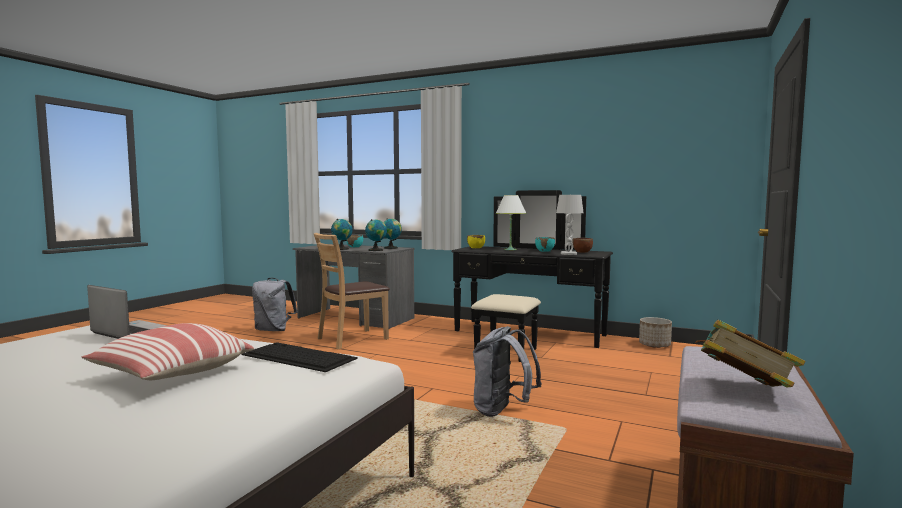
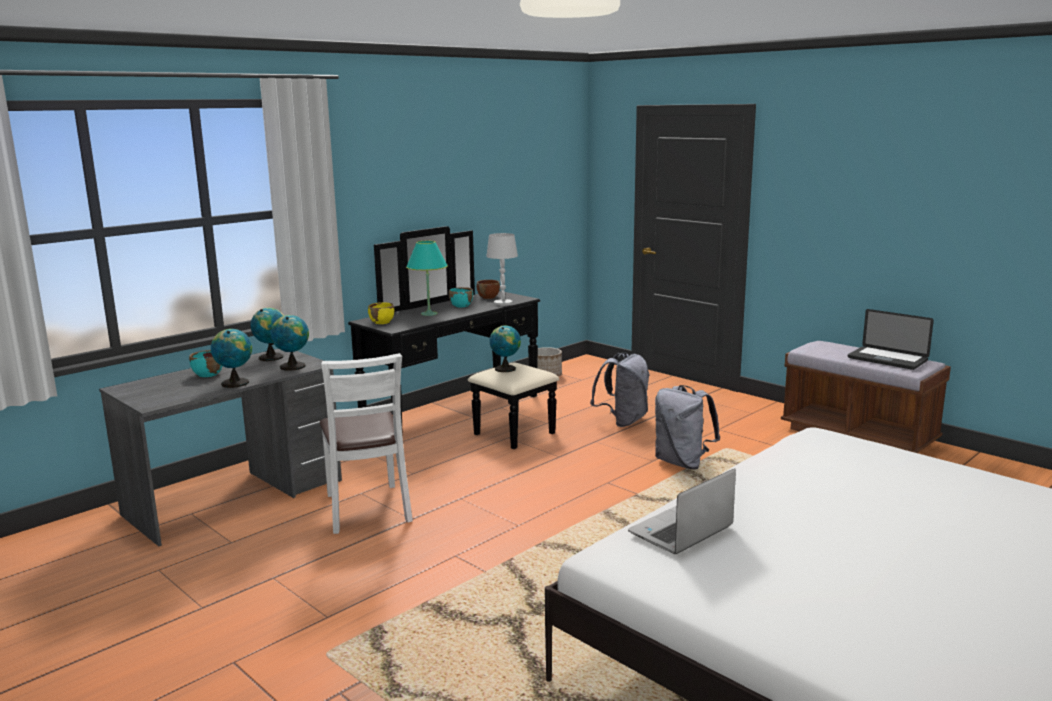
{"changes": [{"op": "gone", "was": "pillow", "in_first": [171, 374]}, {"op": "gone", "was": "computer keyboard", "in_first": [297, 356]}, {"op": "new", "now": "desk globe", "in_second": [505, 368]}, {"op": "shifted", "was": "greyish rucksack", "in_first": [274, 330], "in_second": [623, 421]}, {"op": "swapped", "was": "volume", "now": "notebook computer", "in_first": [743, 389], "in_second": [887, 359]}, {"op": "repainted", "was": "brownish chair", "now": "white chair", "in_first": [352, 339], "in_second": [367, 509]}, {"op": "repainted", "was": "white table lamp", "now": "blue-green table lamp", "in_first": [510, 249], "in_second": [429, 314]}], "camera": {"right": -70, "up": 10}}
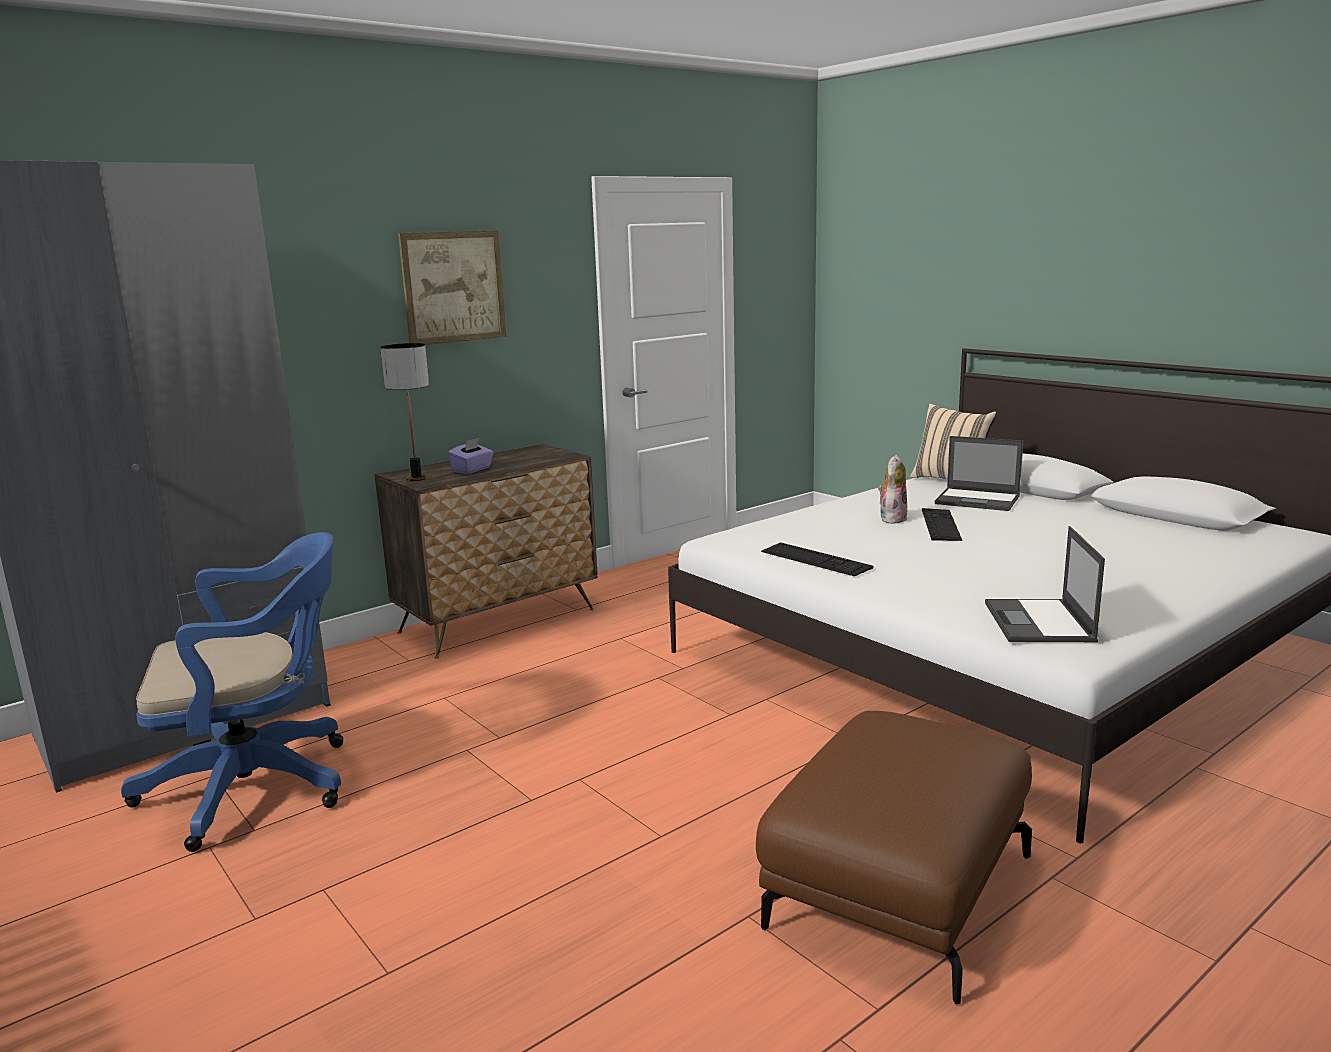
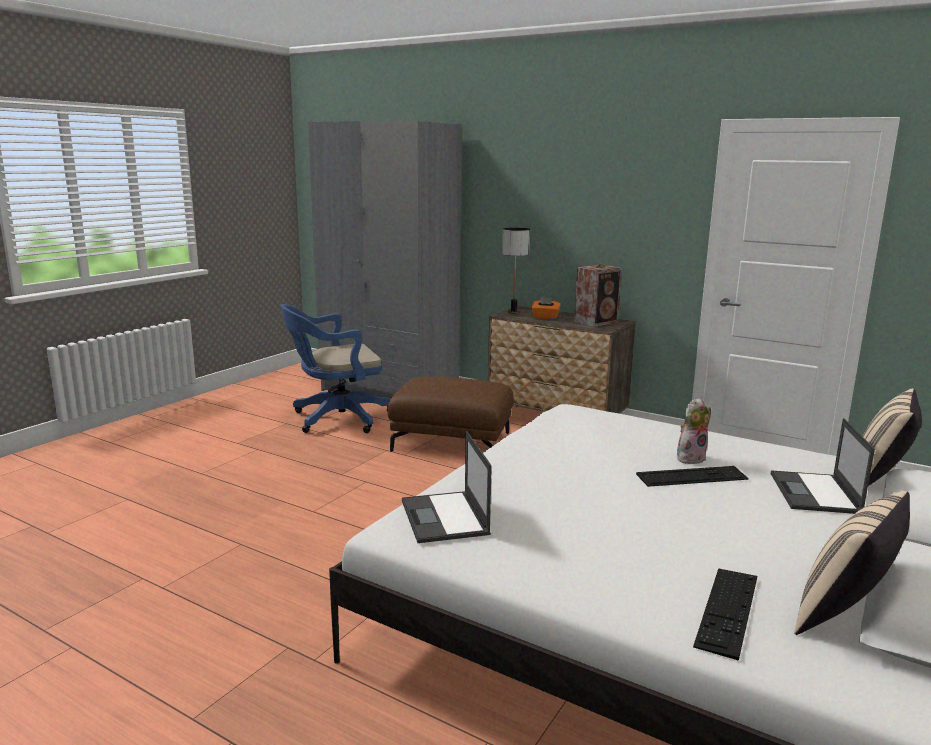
{"changes": [{"op": "gone", "was": "wall picture", "in_first": [453, 287]}, {"op": "new", "now": "audio speaker", "in_second": [597, 322]}, {"op": "new", "now": "beige-coloured pillow", "in_second": [845, 617]}, {"op": "shifted", "was": "brownish pouffe", "in_first": [897, 889], "in_second": [452, 441]}, {"op": "shifted", "was": "computer keyboard", "in_first": [815, 559], "in_second": [727, 610]}, {"op": "repainted", "was": "purplish tissue box", "now": "orange-coloured tissue box", "in_first": [472, 470], "in_second": [545, 317]}, {"op": "rotated", "was": "blue-coloured office chair", "in_first": [260, 786], "in_second": [336, 419], "clockwise": 105}, {"op": "rotated", "was": "plush toy", "in_first": [892, 518], "in_second": [690, 458], "clockwise": -45}, {"op": "rotated", "was": "notebook computer", "in_first": [1039, 622], "in_second": [445, 518], "clockwise": -90}], "camera": {"right": 70, "up": 0}}
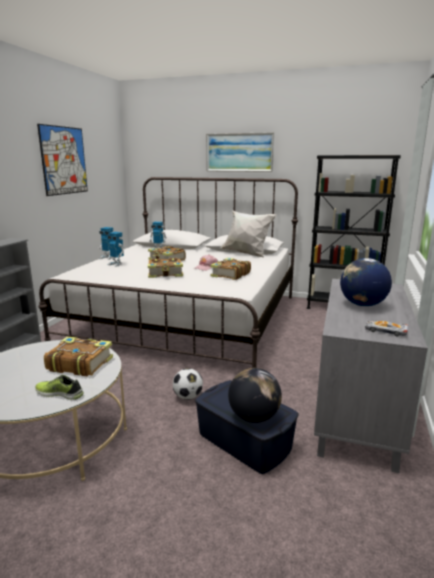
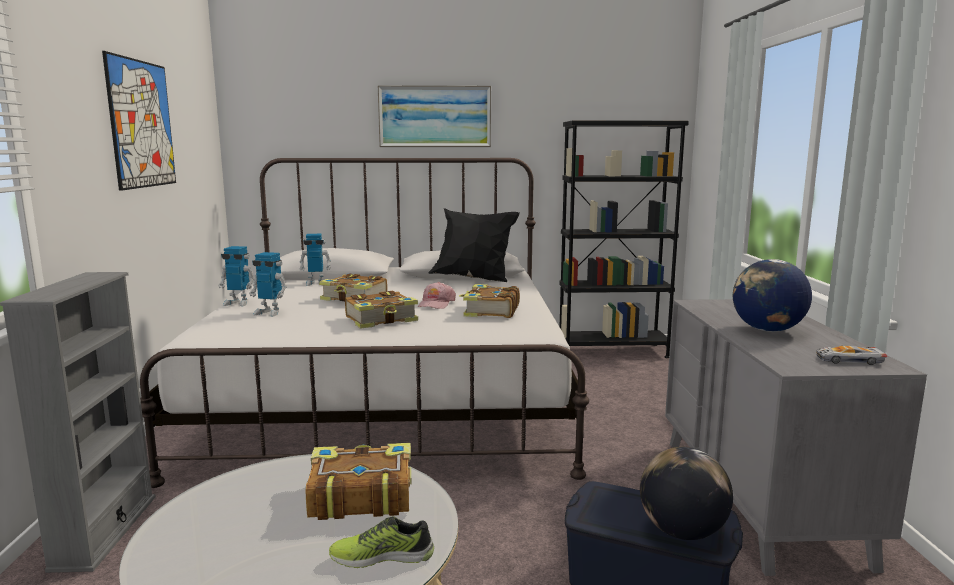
{"changes": [{"op": "gone", "was": "football ball", "in_first": [188, 397]}, {"op": "repainted", "was": "white pillow", "now": "blackish pillow", "in_first": [246, 254], "in_second": [474, 279]}], "camera": {"right": -20, "up": -5}}
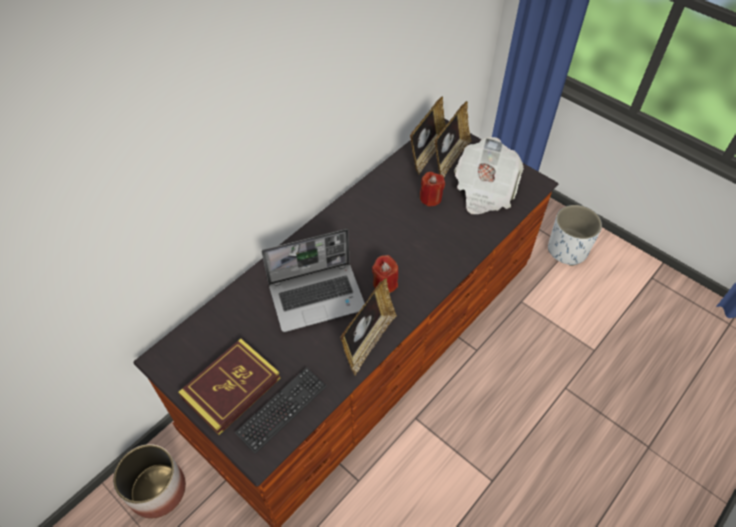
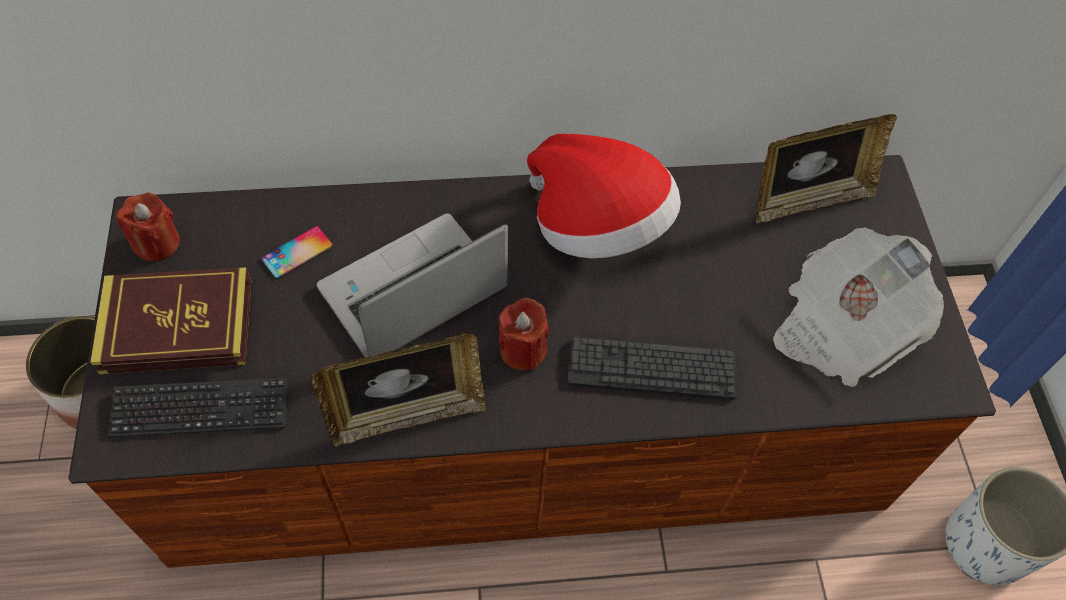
{"changes": [{"op": "gone", "was": "standing frame", "in_first": [450, 158]}, {"op": "new", "now": "handset", "in_second": [297, 252]}, {"op": "new", "now": "hat", "in_second": [598, 226]}, {"op": "new", "now": "computer keyboard", "in_second": [651, 369]}, {"op": "shifted", "was": "red-coloured wax candle", "in_first": [430, 198], "in_second": [157, 243]}, {"op": "rotated", "was": "notebook computer", "in_first": [318, 297], "in_second": [412, 293], "clockwise": 120}], "camera": {"right": 40, "up": 5}}
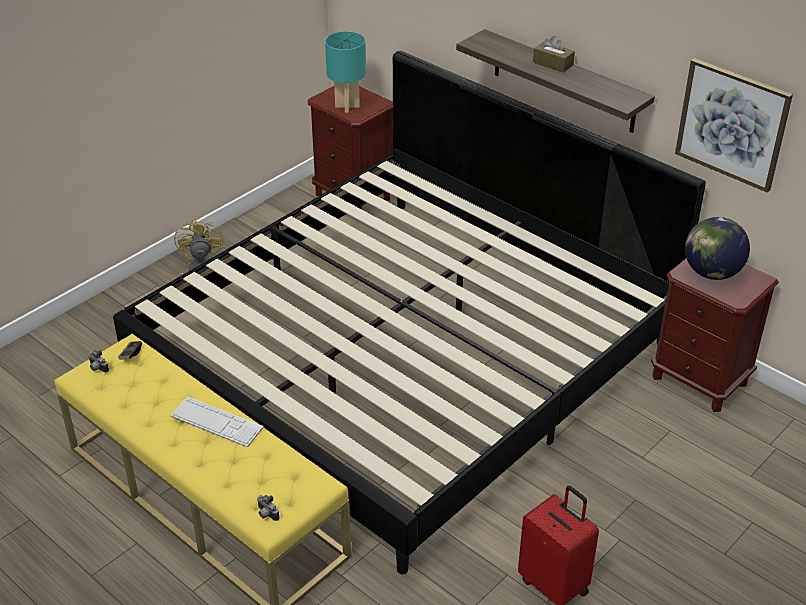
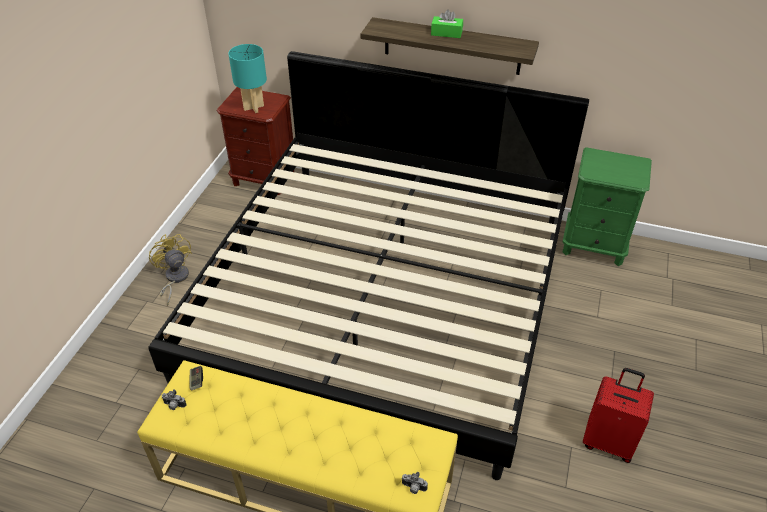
{"changes": [{"op": "gone", "was": "computer keyboard", "in_first": [216, 422]}, {"op": "gone", "was": "wall picture", "in_first": [732, 124]}, {"op": "gone", "was": "desk globe", "in_first": [712, 273]}, {"op": "repainted", "was": "brownish tissue box", "now": "greenish tissue box", "in_first": [553, 64], "in_second": [446, 33]}, {"op": "repainted", "was": "brownish night table", "now": "greenish night table", "in_first": [699, 380], "in_second": [594, 246]}], "camera": {"right": -25, "up": 5}}
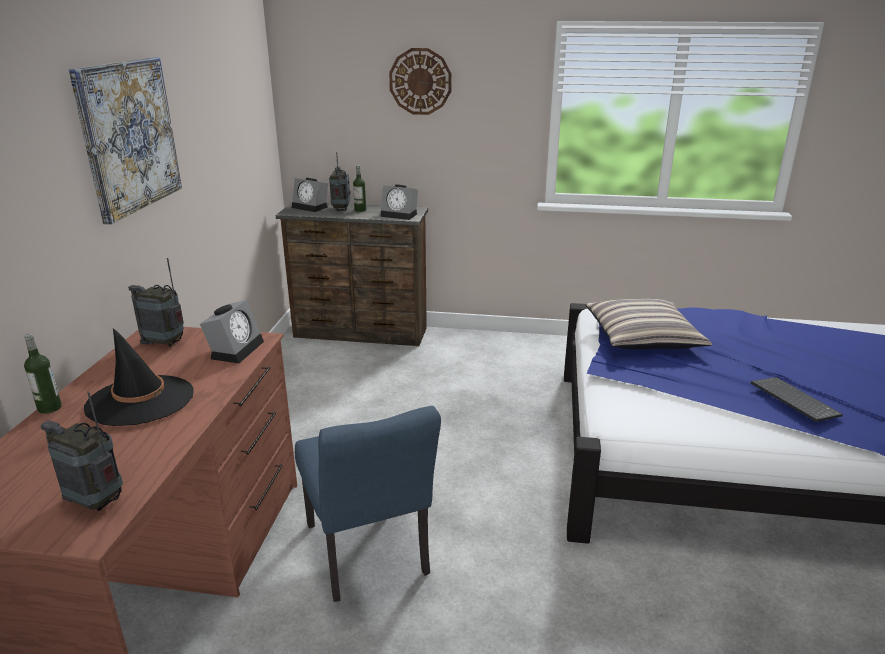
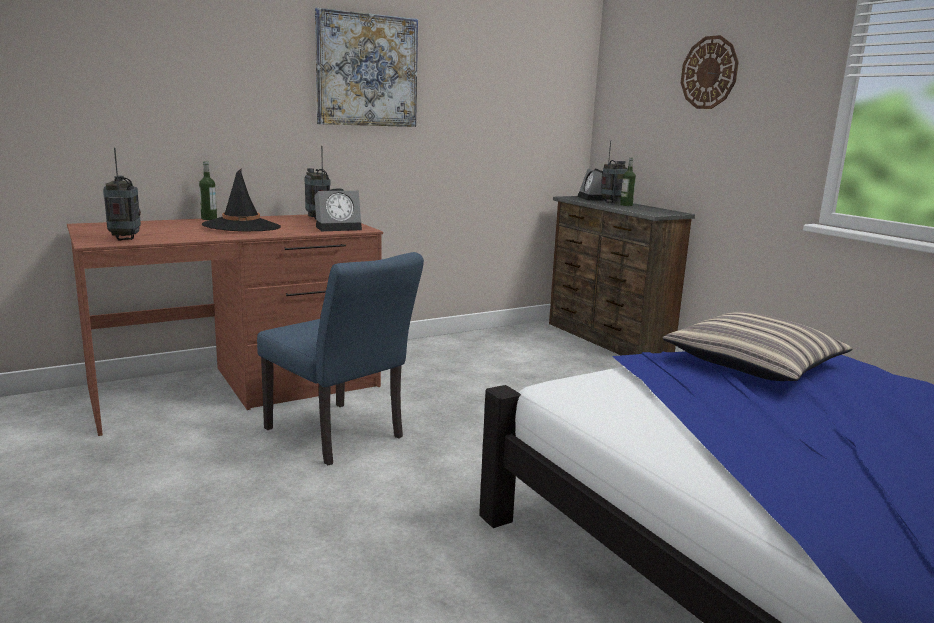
{"changes": [{"op": "gone", "was": "alarm clock", "in_first": [400, 215]}, {"op": "gone", "was": "computer keyboard", "in_first": [792, 400]}, {"op": "rotated", "was": "blue-coloured chair", "in_first": [369, 556], "in_second": [340, 436], "clockwise": -75}], "camera": {"right": 50, "up": -10}}
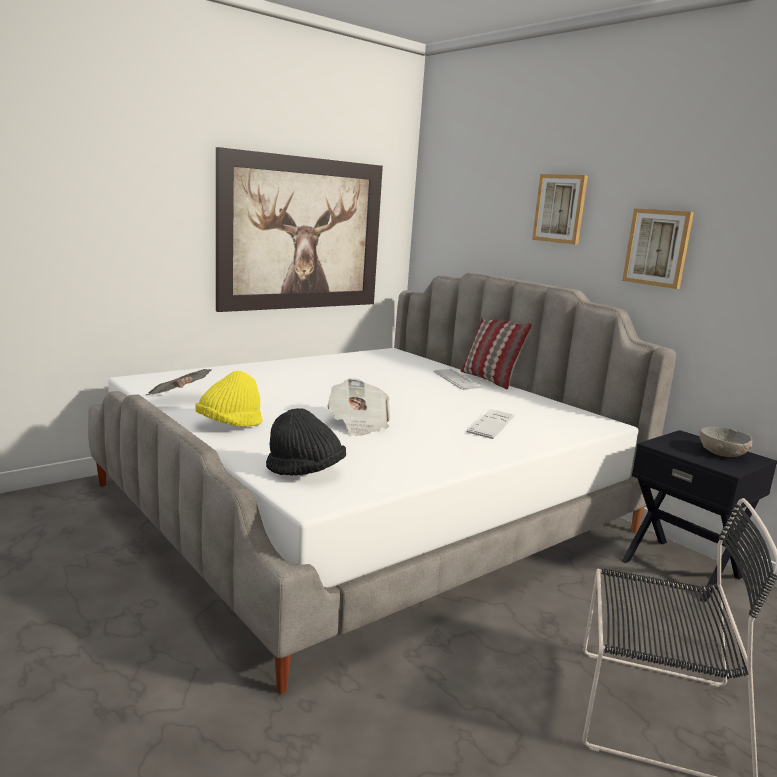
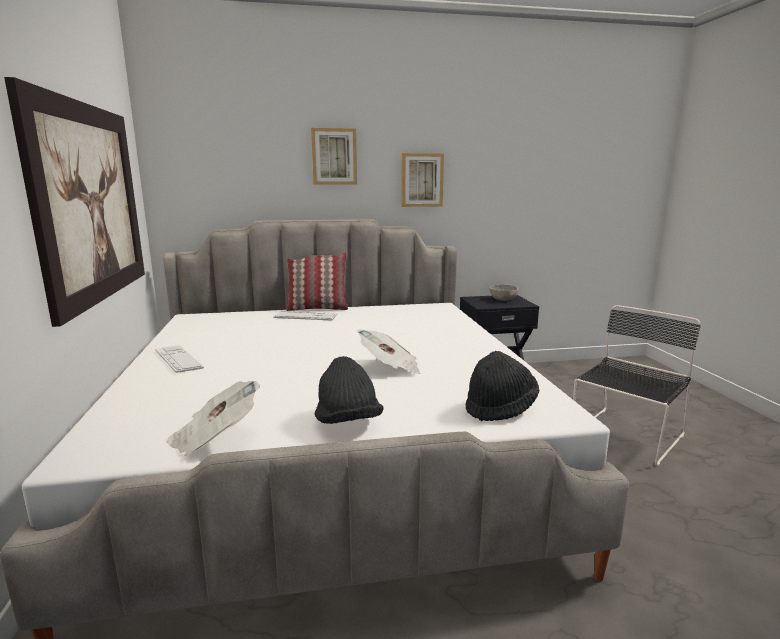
{"changes": [{"op": "shifted", "was": "computer keyboard", "in_first": [491, 424], "in_second": [178, 359]}, {"op": "repainted", "was": "yellowish hat", "now": "blackish hat", "in_first": [229, 425], "in_second": [347, 422]}], "camera": {"right": -60, "up": 0}}
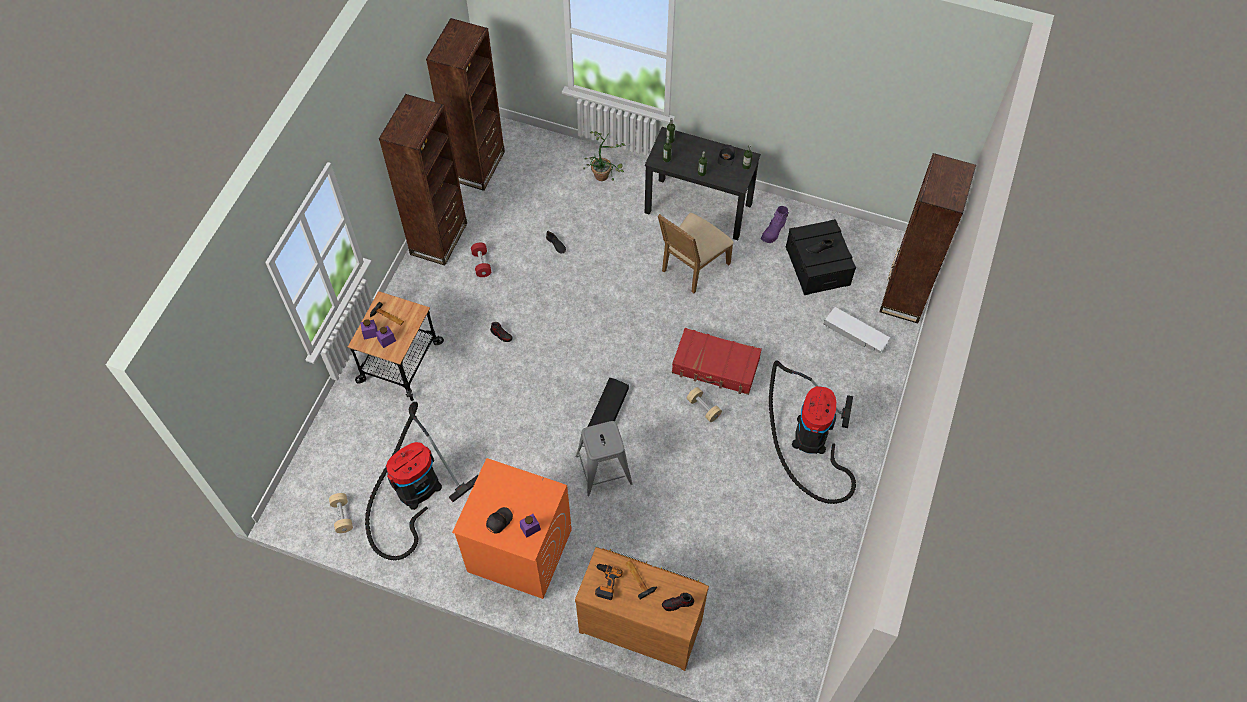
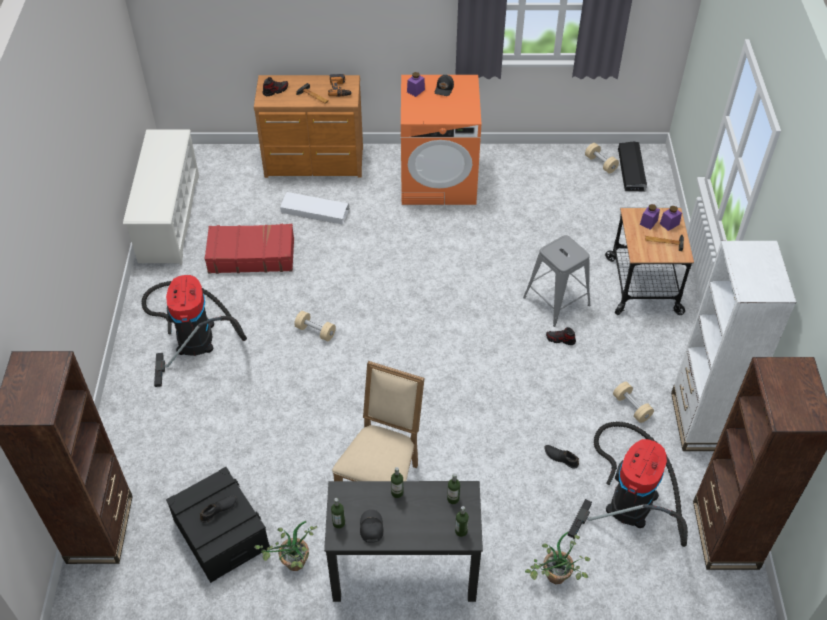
{"changes": [{"op": "new", "now": "white shoe stand", "in_second": [169, 218]}, {"op": "shifted", "was": "vacuum cleaner", "in_first": [414, 492], "in_second": [632, 497]}, {"op": "shifted", "was": "greyish stool", "in_first": [604, 470], "in_second": [556, 301]}, {"op": "shifted", "was": "blackish storage bin", "in_first": [607, 412], "in_second": [631, 169]}, {"op": "shifted", "was": "red-coloured travel case", "in_first": [715, 367], "in_second": [251, 255]}, {"op": "shifted", "was": "white storage bin", "in_first": [856, 333], "in_second": [314, 211]}, {"op": "swapped", "was": "purplish boot", "now": "potted plant", "in_first": [774, 231], "in_second": [291, 566]}, {"op": "repainted", "was": "brownish bookcase", "now": "white bookcase", "in_first": [439, 239], "in_second": [700, 421]}, {"op": "repainted", "was": "red-coloured hand weight", "now": "beige-coloured hand weight", "in_first": [481, 264], "in_second": [631, 407]}], "camera": {"right": 160, "up": -10}}
